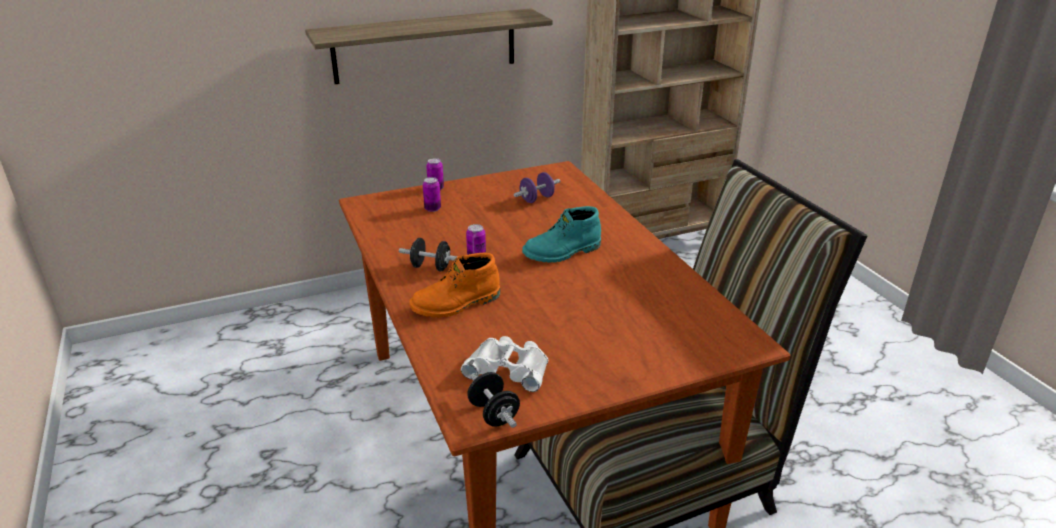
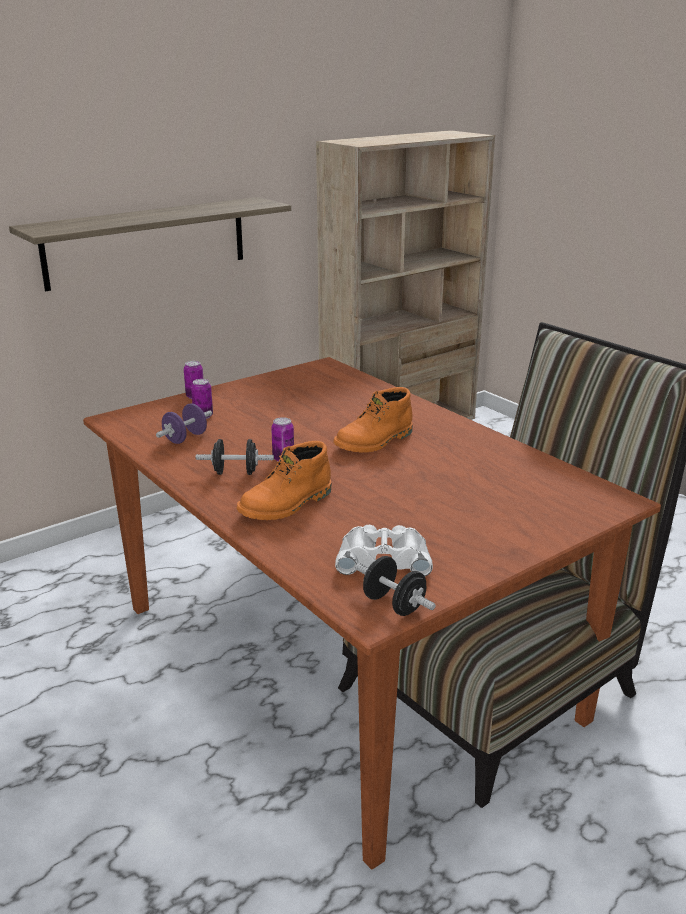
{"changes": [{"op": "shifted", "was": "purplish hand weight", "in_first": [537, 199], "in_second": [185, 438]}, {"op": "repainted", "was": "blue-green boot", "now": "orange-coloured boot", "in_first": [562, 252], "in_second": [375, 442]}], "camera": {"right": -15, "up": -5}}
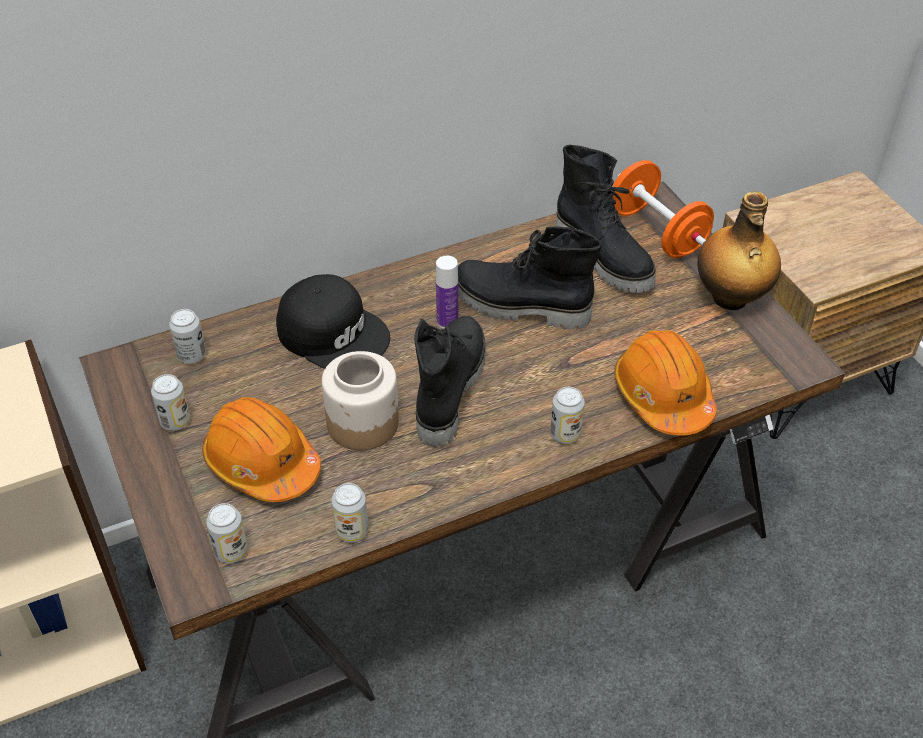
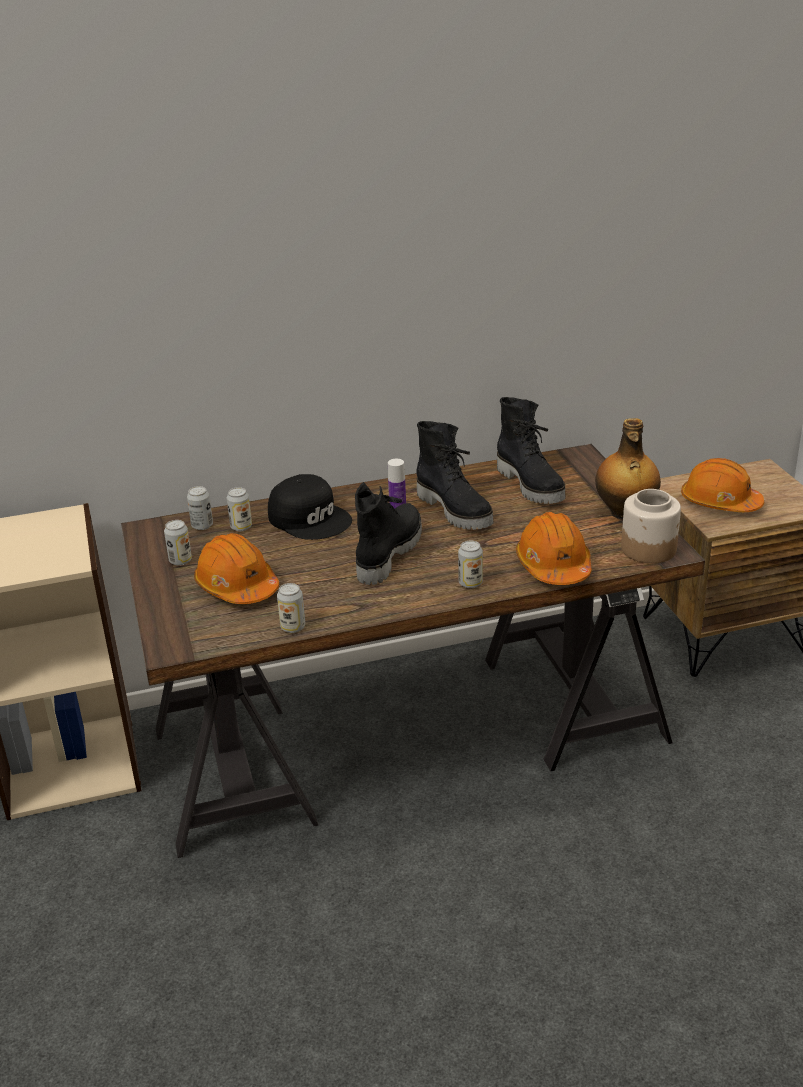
{"changes": [{"op": "gone", "was": "orange-coloured hand weight", "in_first": [657, 232]}, {"op": "new", "now": "orange-coloured safety helmet", "in_second": [720, 503]}, {"op": "shifted", "was": "can", "in_first": [231, 551], "in_second": [241, 527]}, {"op": "shifted", "was": "jar", "in_first": [364, 423], "in_second": [649, 549]}, {"op": "rotated", "was": "blackish boot", "in_first": [519, 307], "in_second": [456, 510], "clockwise": -150}], "camera": {"right": 10, "up": -15}}
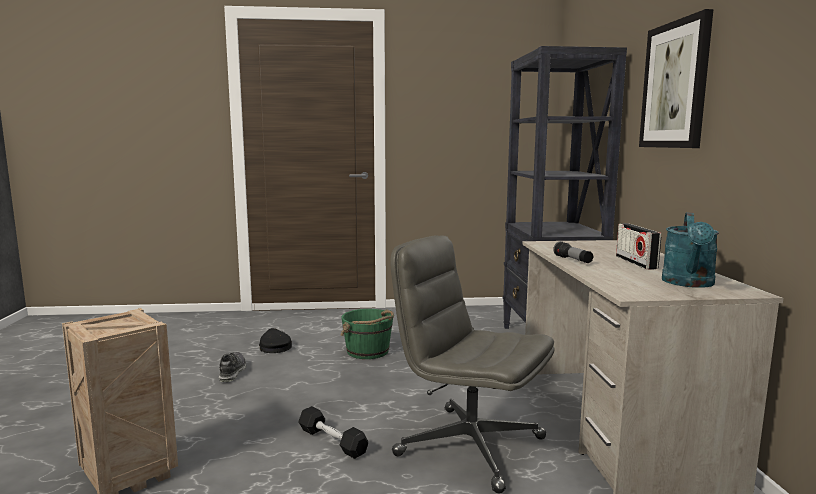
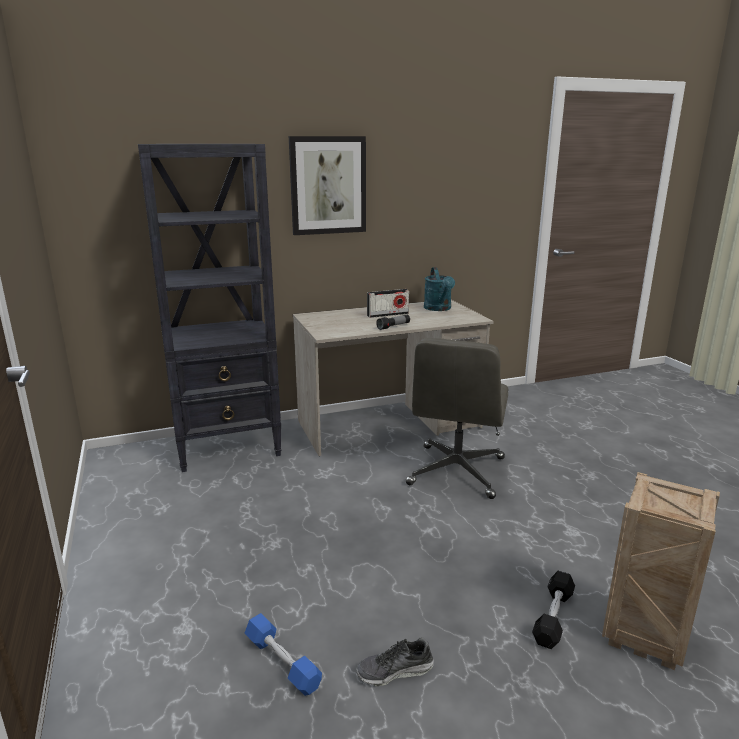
{"changes": [{"op": "gone", "was": "greenish water bucket", "in_first": [368, 351]}, {"op": "shifted", "was": "blackish hand weight", "in_first": [332, 441], "in_second": [553, 617]}, {"op": "swapped", "was": "blackish peaked cap", "now": "blue-coloured hand weight", "in_first": [274, 347], "in_second": [282, 662]}, {"op": "rotated", "was": "blue-green sprinkling can", "in_first": [689, 283], "in_second": [439, 309], "clockwise": 75}], "camera": {"right": -105, "up": 10}}
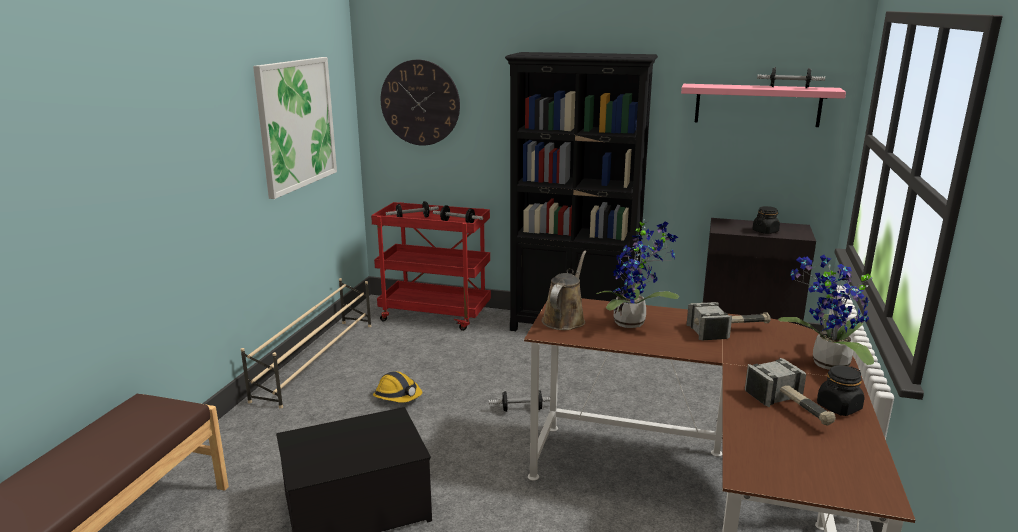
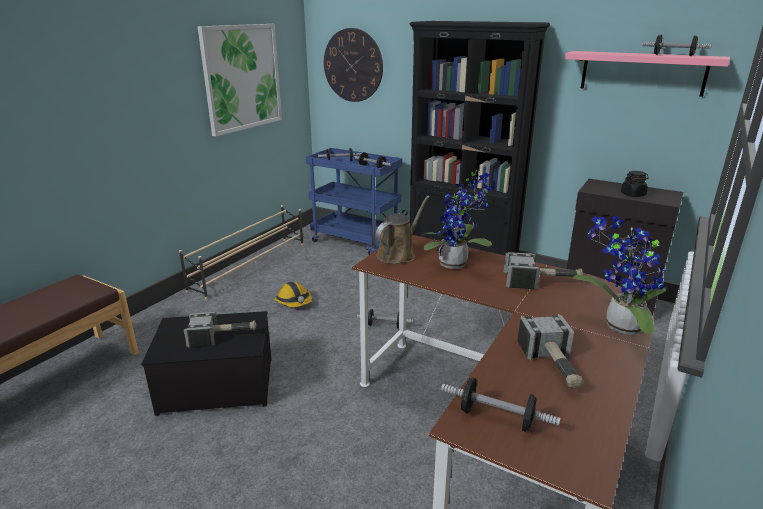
{"changes": [{"op": "gone", "was": "blackish jar", "in_first": [838, 407]}, {"op": "new", "now": "hand hammer", "in_second": [223, 336]}, {"op": "new", "now": "hand weight", "in_second": [496, 418]}, {"op": "repainted", "was": "red-coloured cart", "now": "blue-coloured cart", "in_first": [436, 315], "in_second": [356, 241]}], "camera": {"right": 15, "up": 5}}
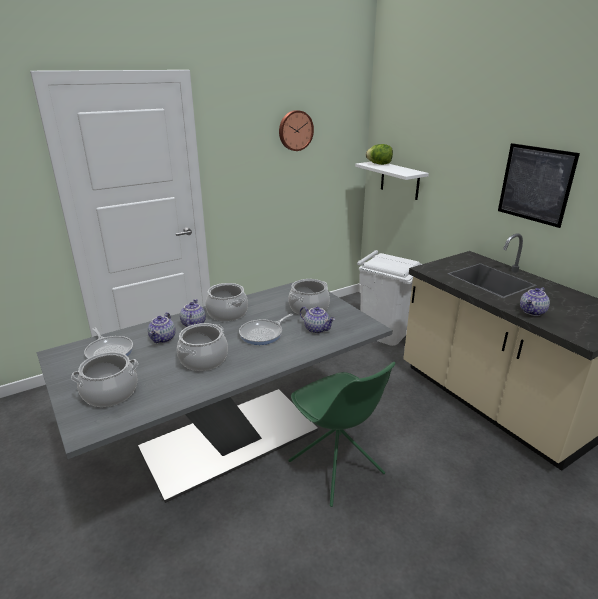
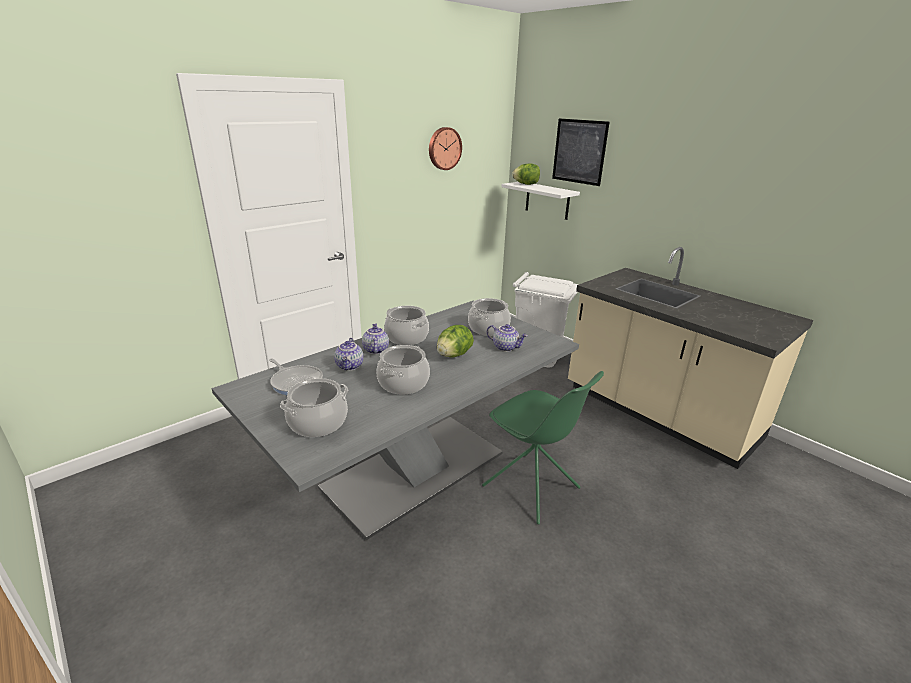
{"changes": [{"op": "gone", "was": "teapot", "in_first": [532, 312]}, {"op": "shifted", "was": "wall picture", "in_first": [535, 184], "in_second": [579, 151]}, {"op": "swapped", "was": "frying pan", "now": "lettuce", "in_first": [263, 334], "in_second": [454, 355]}], "camera": {"right": -10, "up": 0}}
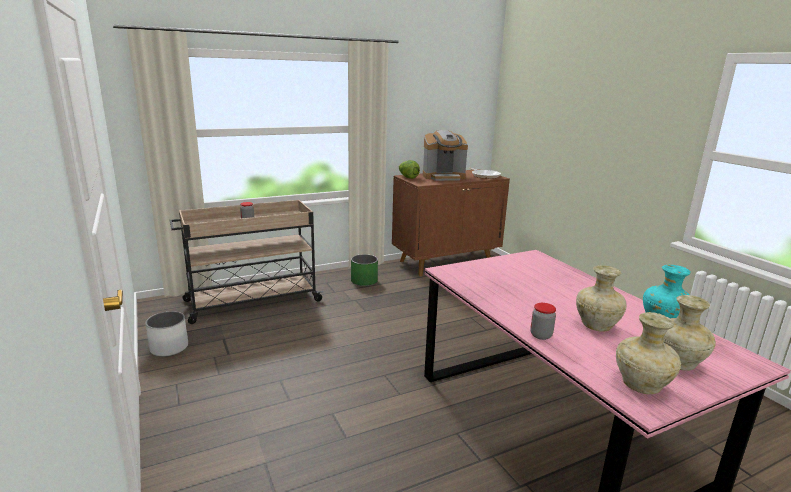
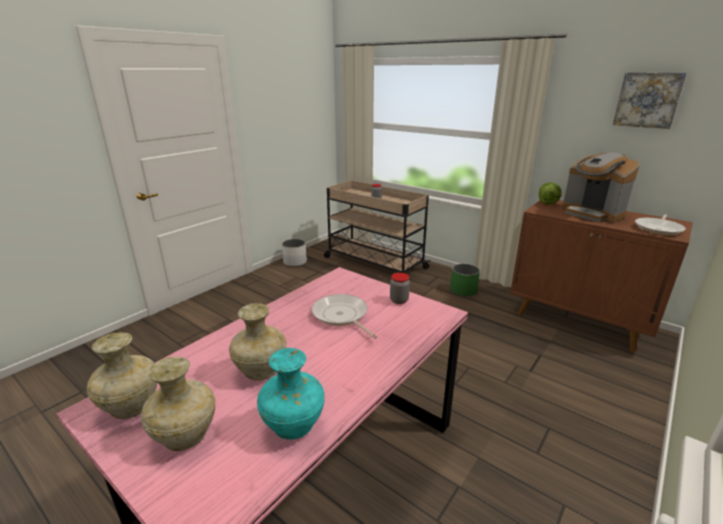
{"changes": [{"op": "new", "now": "frying pan", "in_second": [341, 316]}, {"op": "new", "now": "wall picture", "in_second": [648, 100]}, {"op": "shifted", "was": "jar", "in_first": [541, 335], "in_second": [399, 300]}], "camera": {"right": 65, "up": 5}}
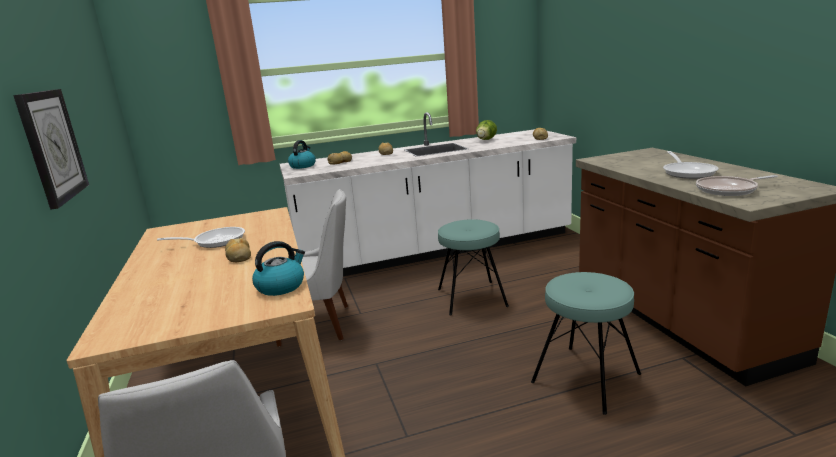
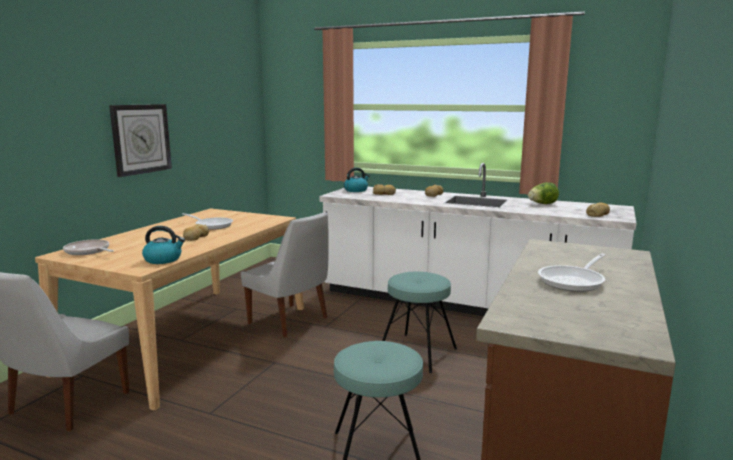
{"changes": [{"op": "shifted", "was": "frying pan", "in_first": [729, 190], "in_second": [88, 251]}], "camera": {"right": 40, "up": -5}}
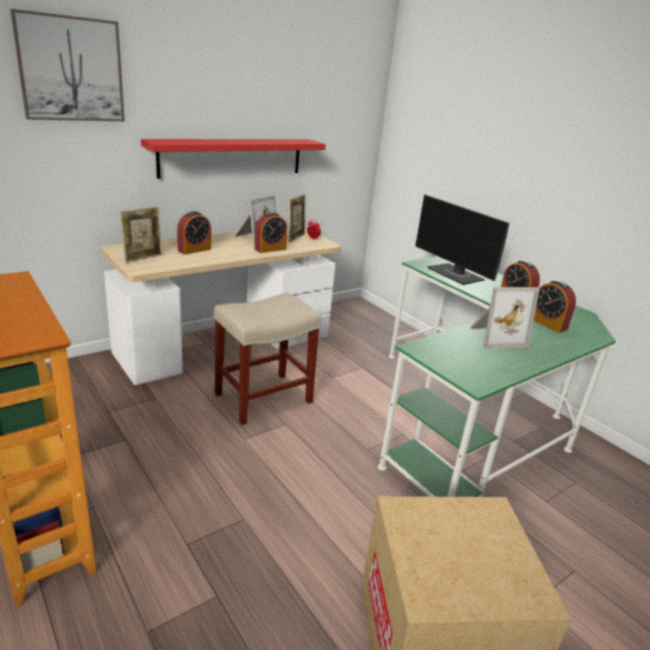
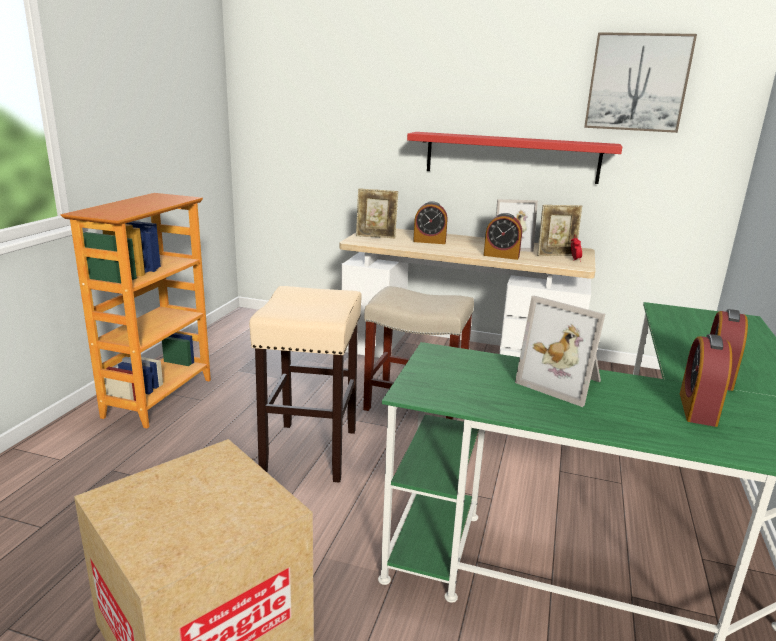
{"changes": [{"op": "gone", "was": "computer display", "in_first": [456, 275]}, {"op": "new", "now": "beige-coloured stool", "in_second": [310, 450]}, {"op": "shifted", "was": "wall picture", "in_first": [71, 69], "in_second": [637, 83]}], "camera": {"right": 55, "up": -5}}
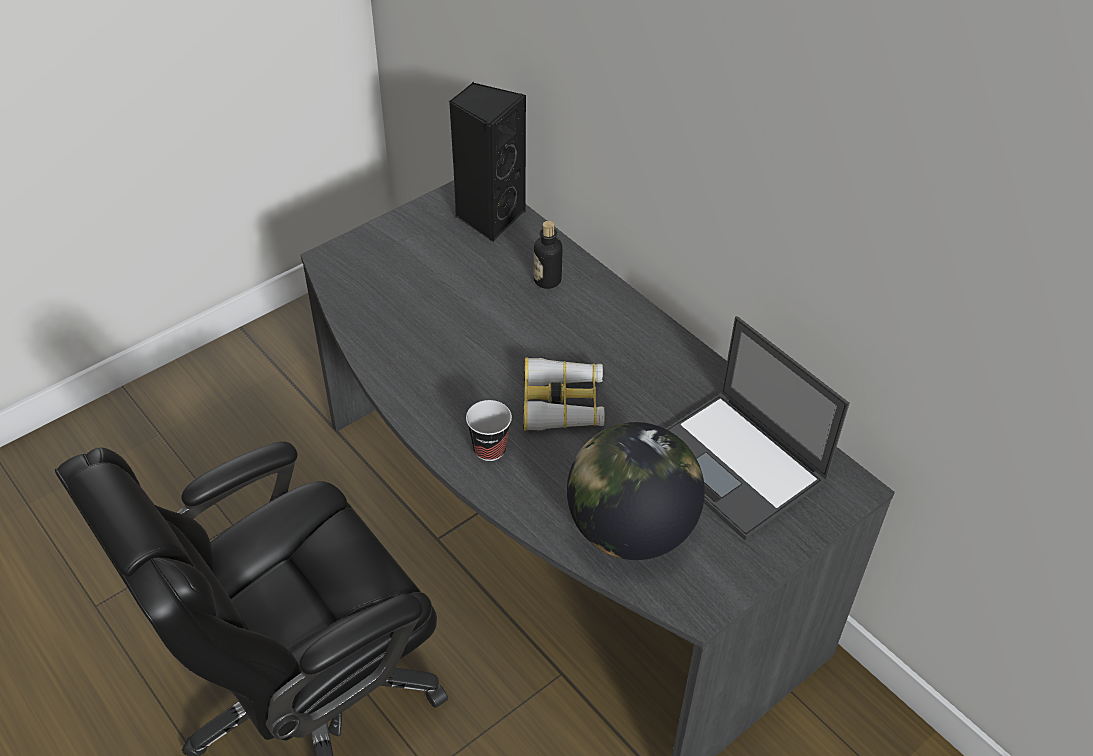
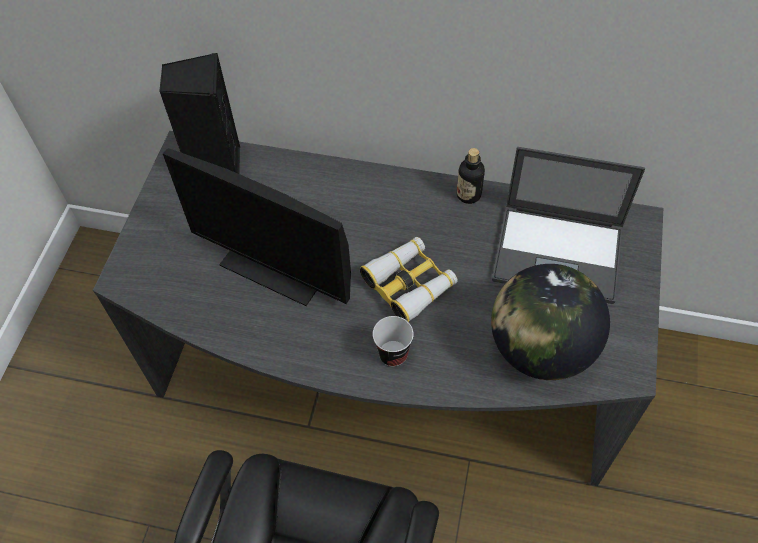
{"changes": [{"op": "new", "now": "computer display", "in_second": [274, 268]}, {"op": "shifted", "was": "beverage bottle", "in_first": [547, 280], "in_second": [468, 195]}], "camera": {"right": -35, "up": 10}}
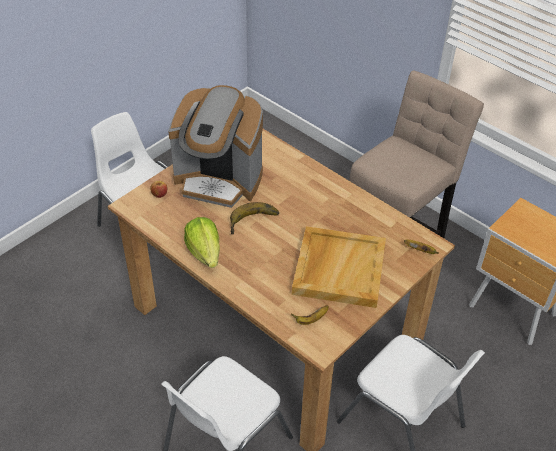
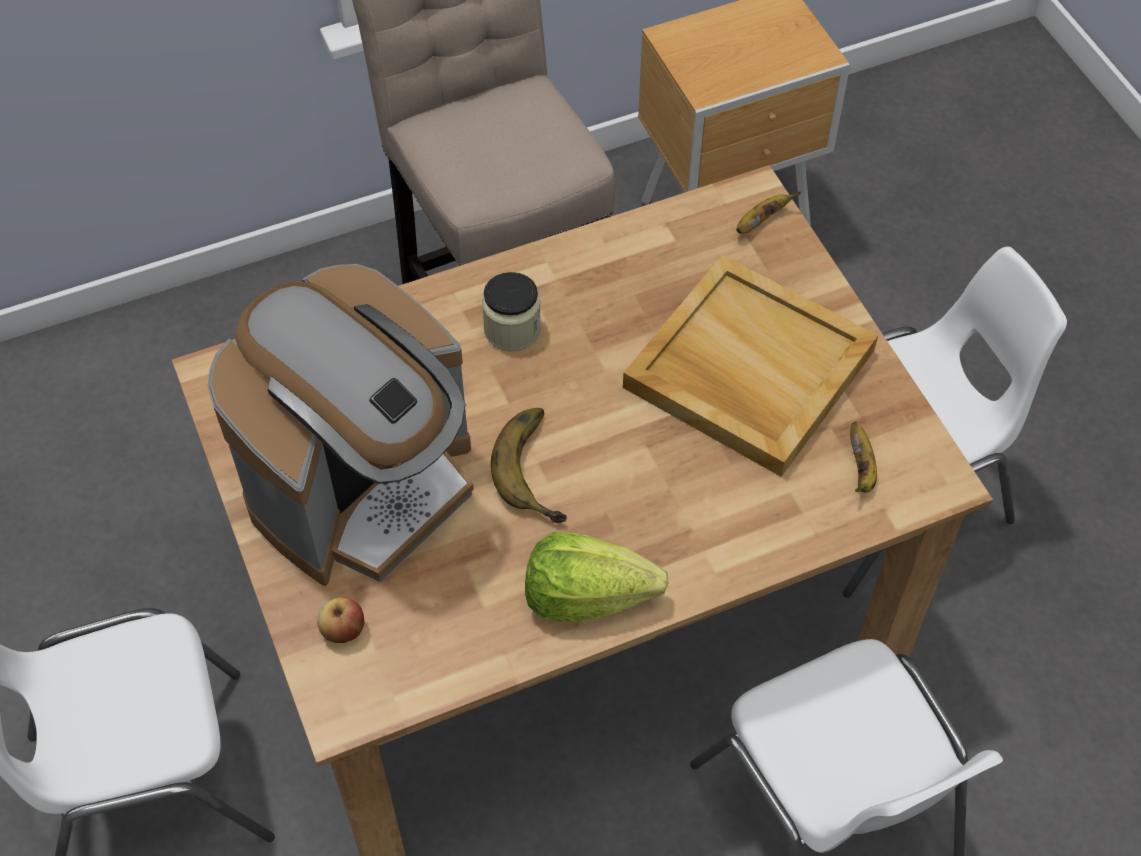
{"changes": [{"op": "new", "now": "jar", "in_second": [512, 329]}], "camera": {"right": -65, "up": 10}}
